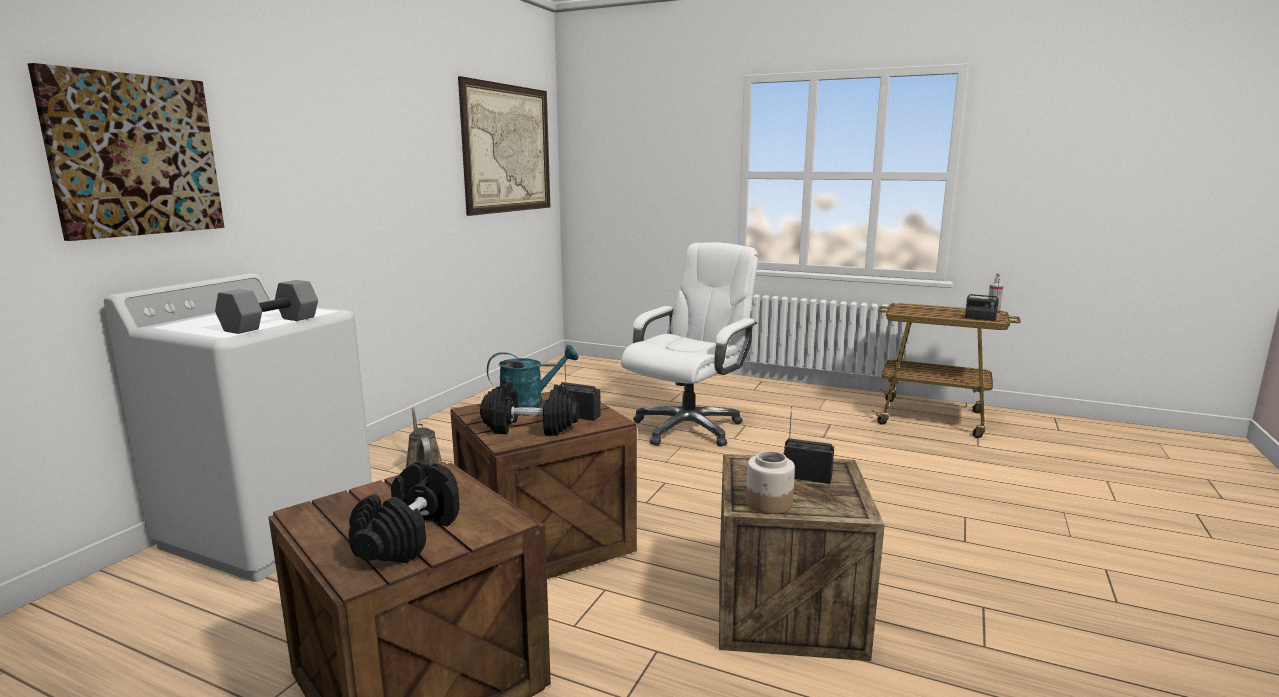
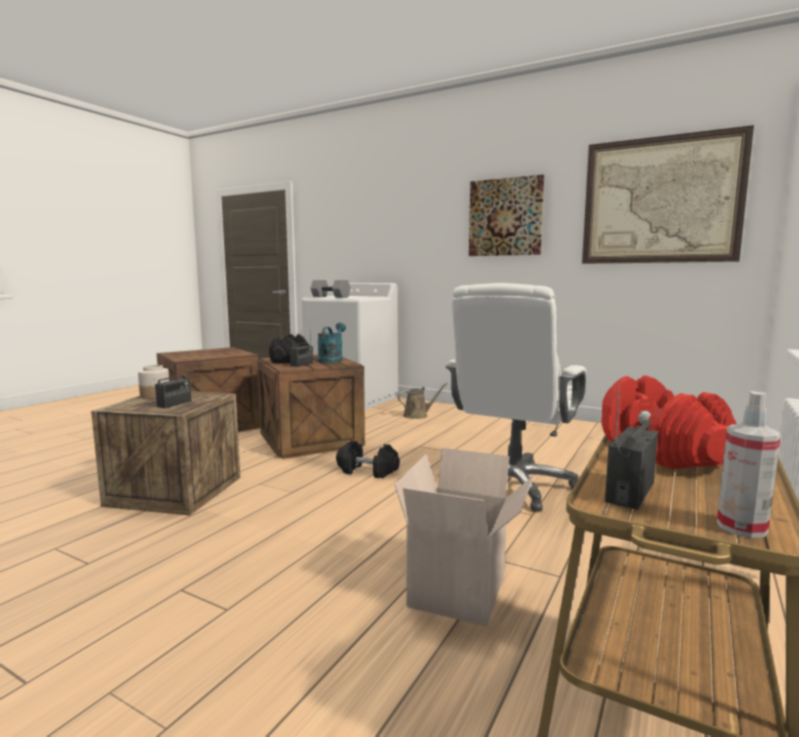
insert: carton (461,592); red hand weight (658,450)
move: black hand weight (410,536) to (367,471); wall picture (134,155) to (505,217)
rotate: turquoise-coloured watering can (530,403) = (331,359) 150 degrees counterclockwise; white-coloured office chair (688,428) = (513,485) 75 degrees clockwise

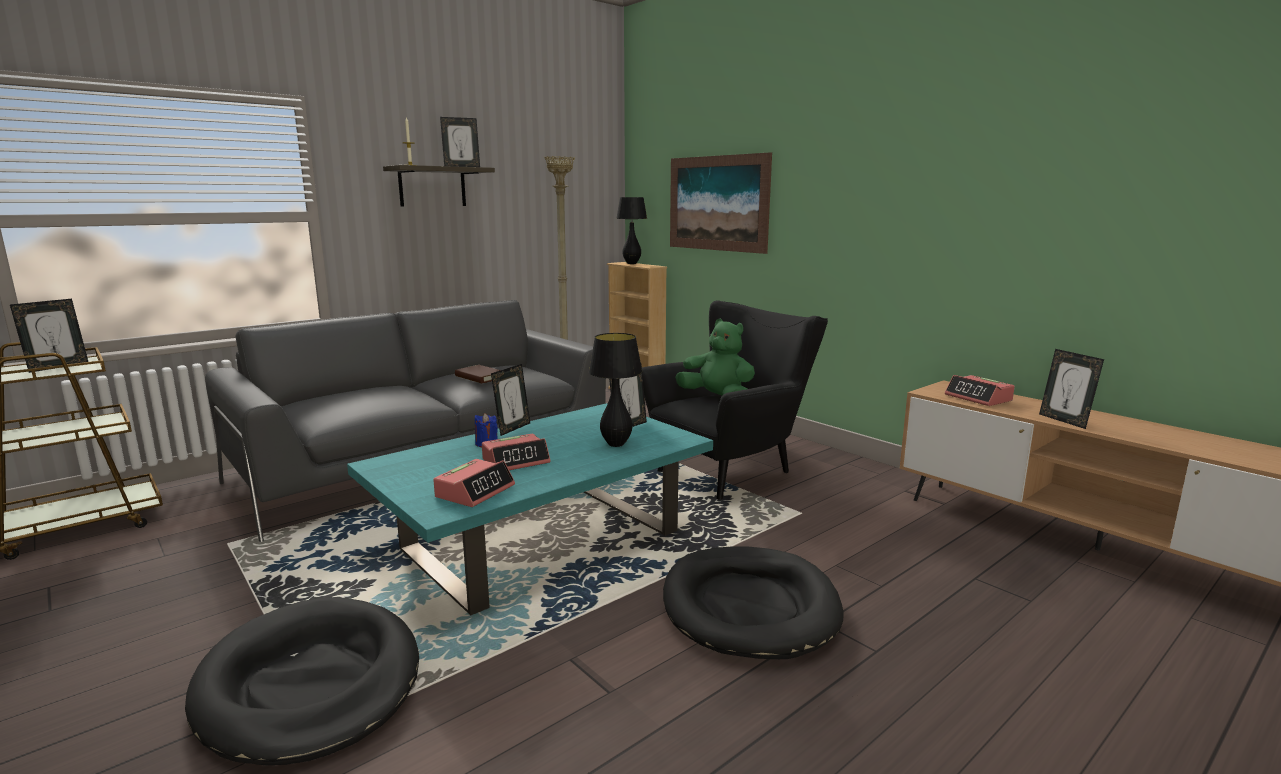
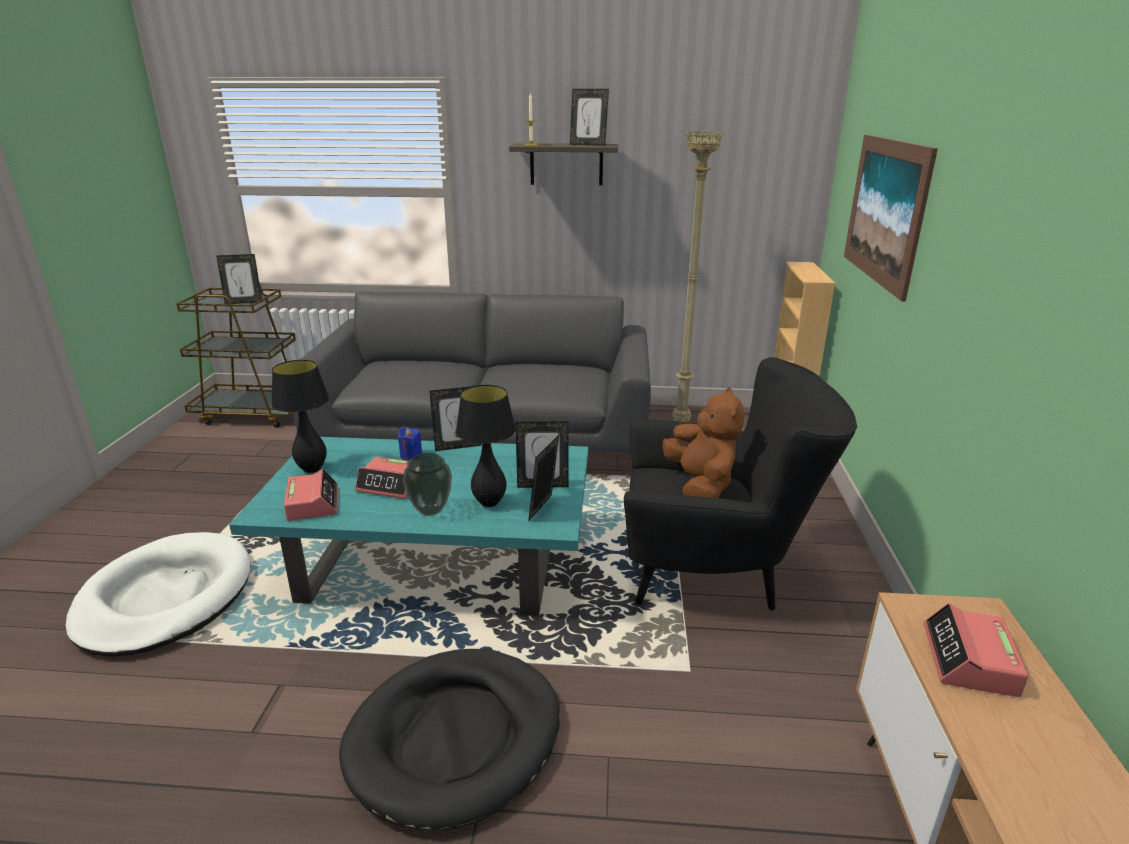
delete: brown book (480,377)
insert: vase (431,510)
move: black table lamp (632,263) to (312,469); photo frame (1064,421) to (544,509)
recolor: black dog bed (310,684) to white-coloured dog bed (165,598); green-coloured cuddly toy (717,399) to brown cuddly toy (700,486)
rotate: alarm clock (475,491) = (313,503) 90 degrees counterclockwise

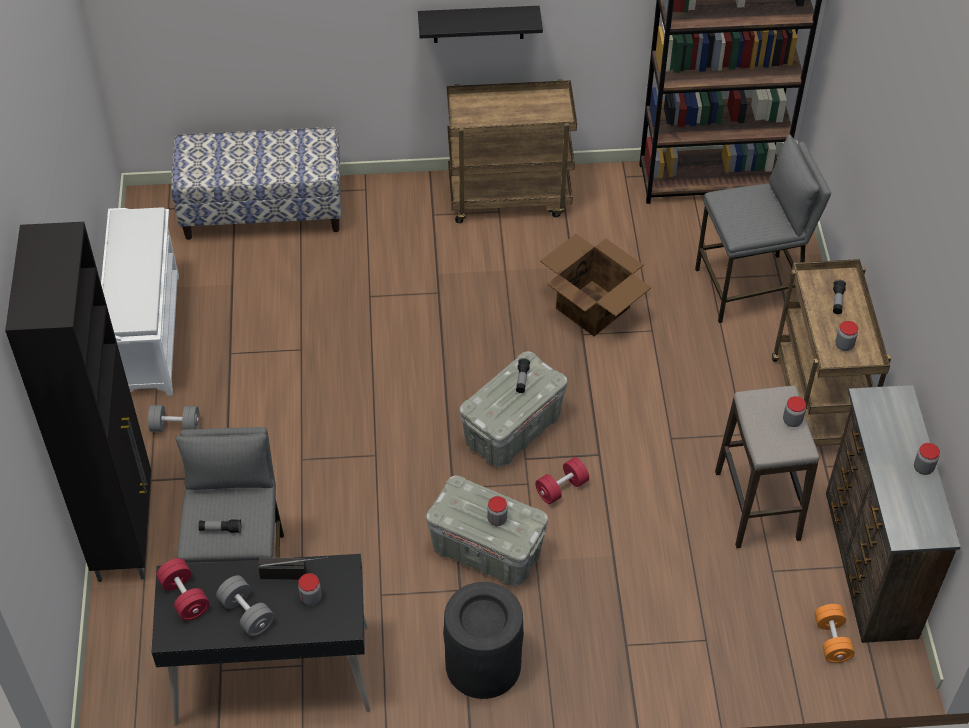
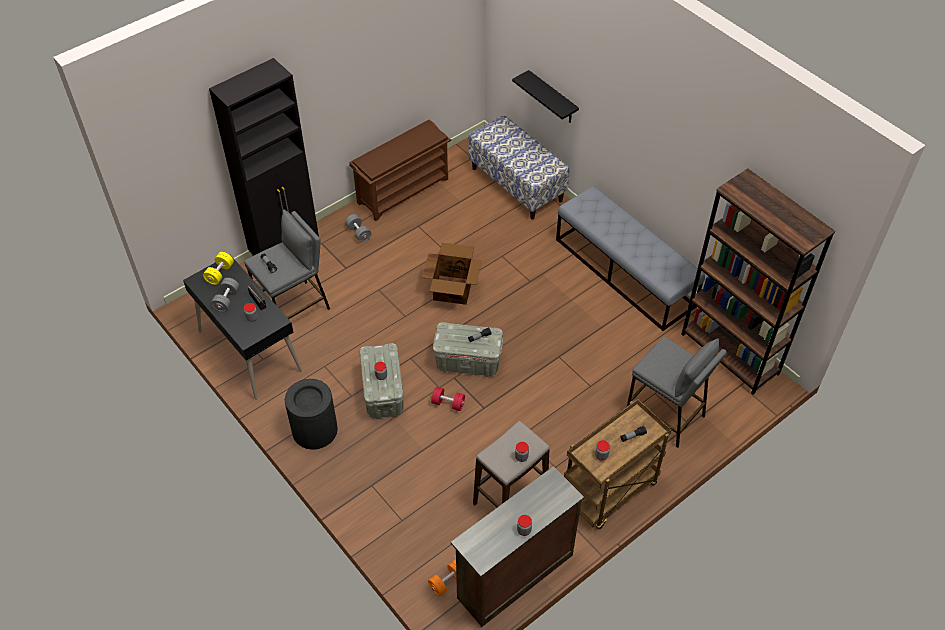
move: carton (592,307) to (453,289); black shelf (478,24) to (552,98)
replace: brown trolley (510,197) to gray bench (625,273)
recolor: red hand weight (185,597) to yellow-coloured hand weight (220,273); white-coloured shoe stand (147,333) to brown shoe stand (403,190)

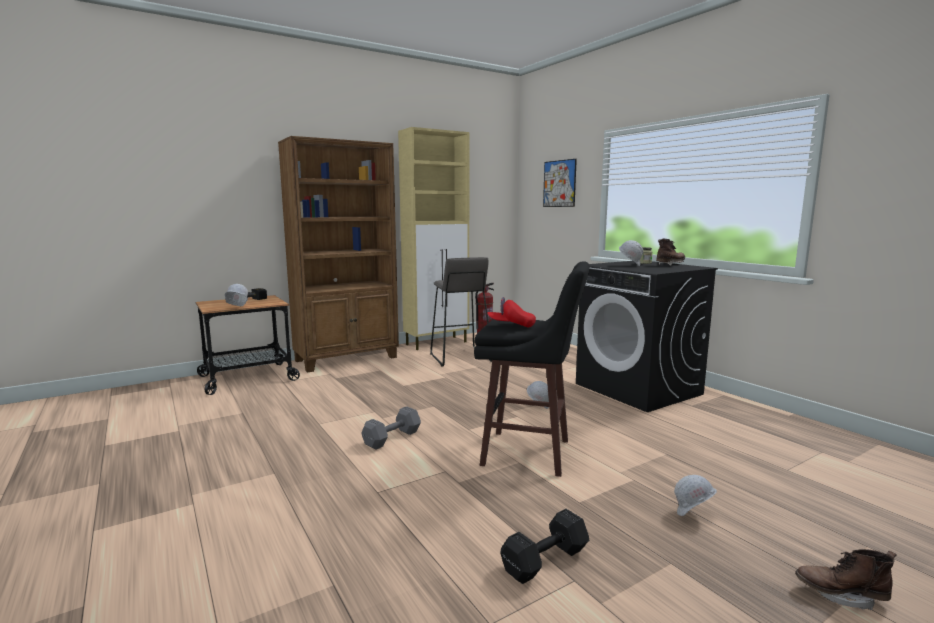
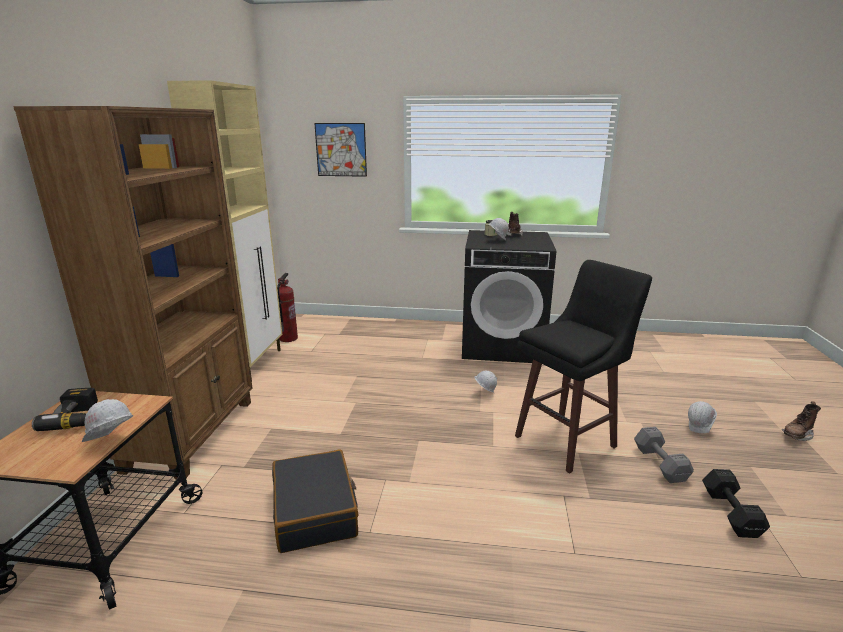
delete: gray stool (459,357); red cap (511,325)
insert: black travel case (315,511)
move: gray hand weight (390,438) to (660,465)

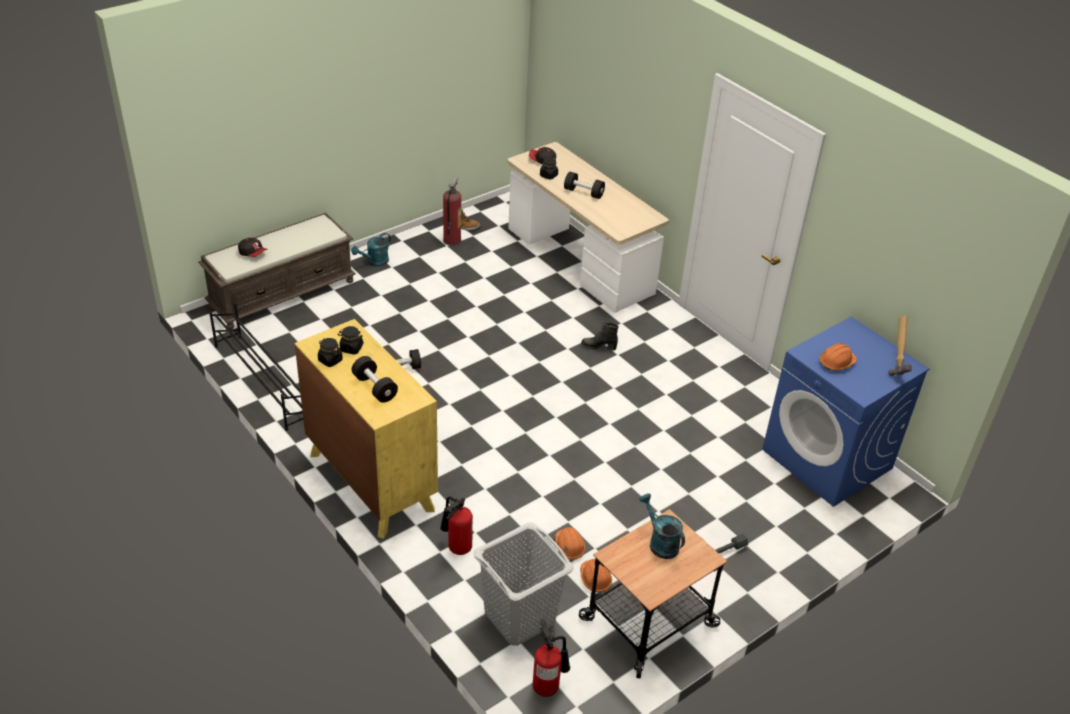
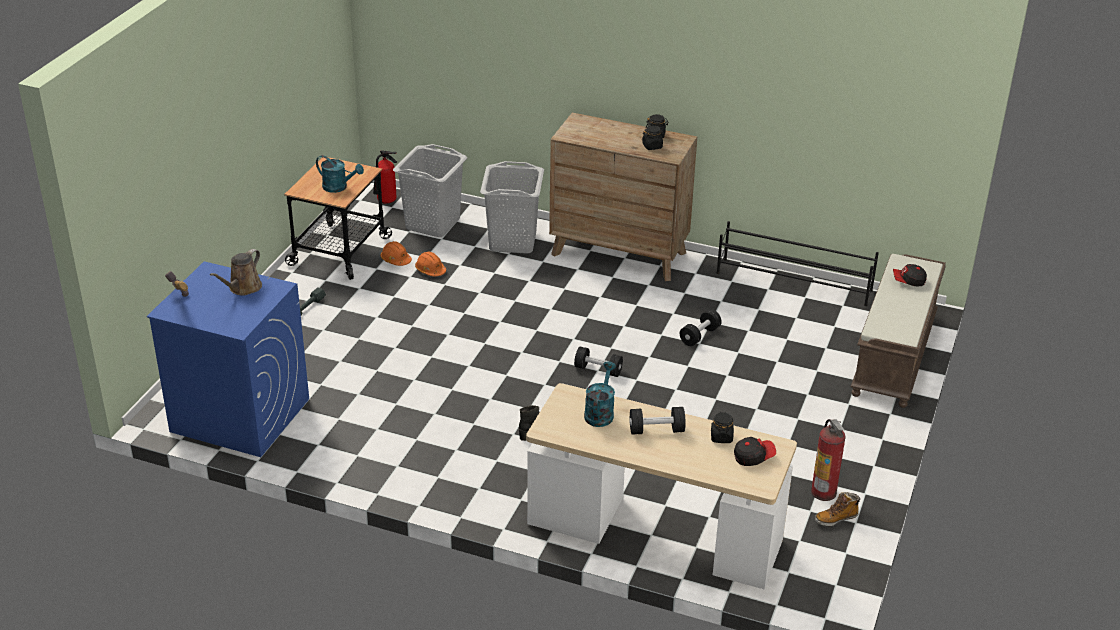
move: black hand weight (375,387) to (598,370); turquoise-coloured watering can (374,262) to (600,412)
replace: orange work helmet (836,363) to brown watering can (243,288); fire-fighting cylinder (456,547) to gray laundry basket (513,241)
recolor: yellow-coloured dresser (370,481) to brown dresser (619,253)

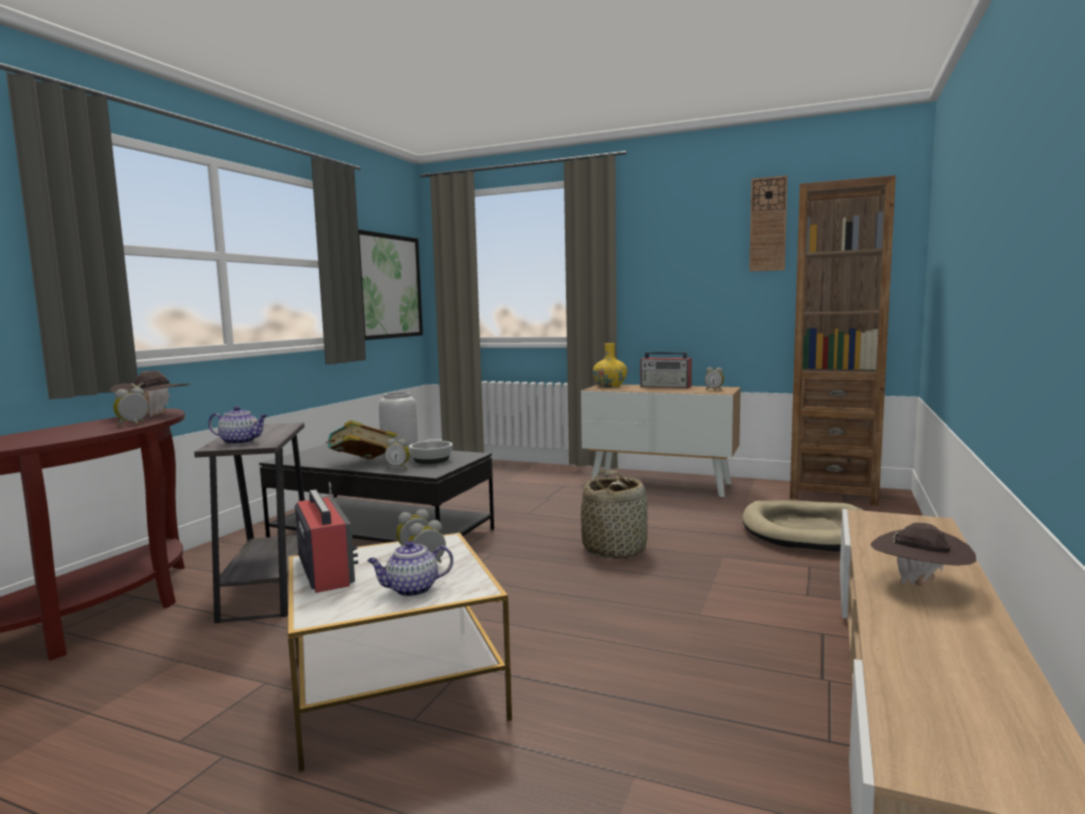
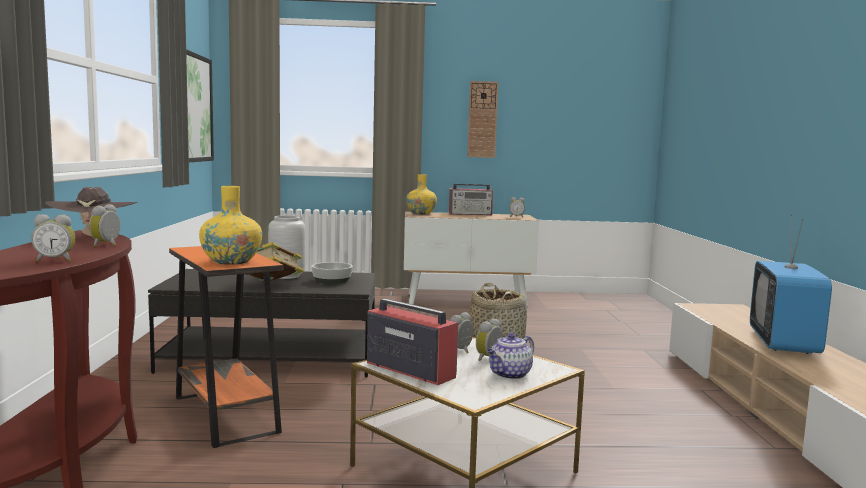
delete: beige dog bed (807,531); brown bookshelf (832,493)
move: alarm clock (398,467) to (55,260); wall clock (768,224) to (482,119)
replace: teapot (241,442) to yellow-coloured vase (231,261); brown hat (920,585) to TV (784,343)
recolor: gray end table (268,590) to orange end table (225,414)

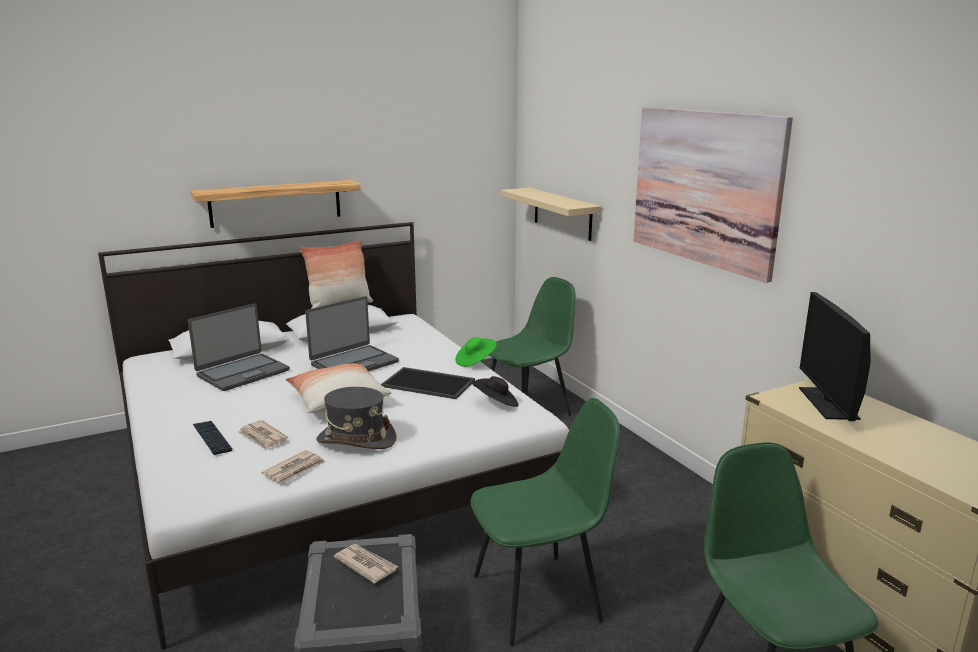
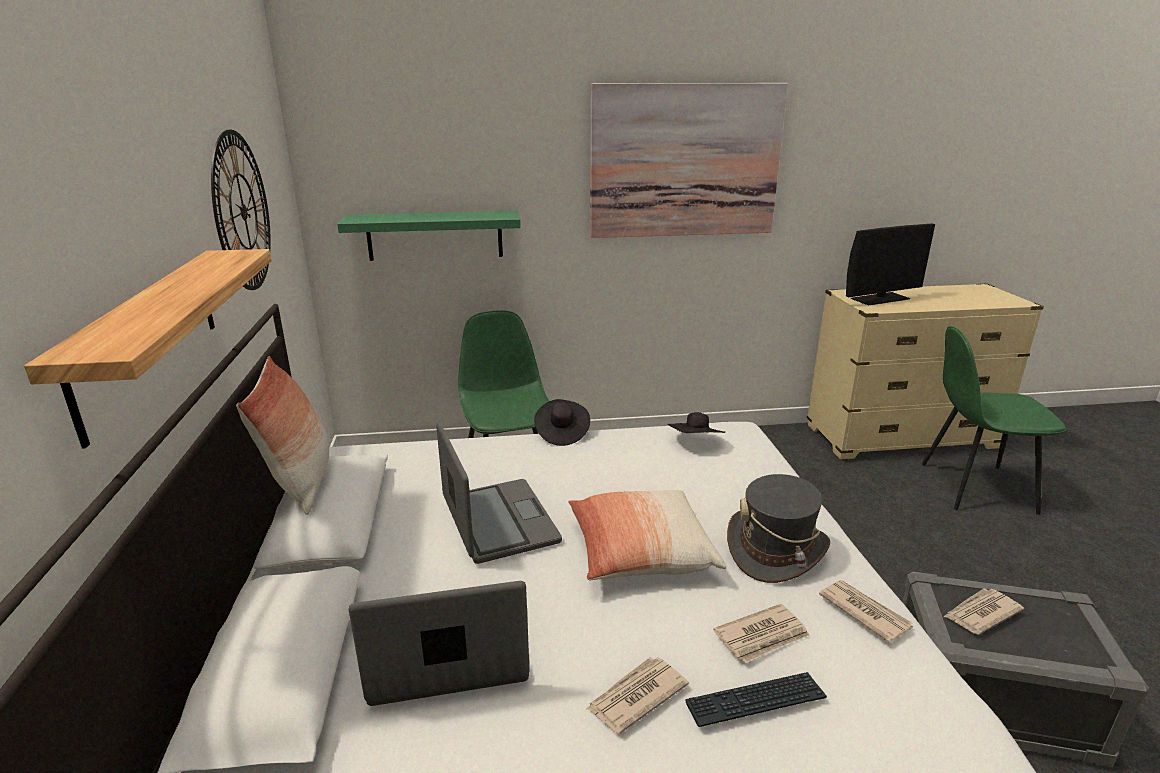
delete: tray (429,383); green-coloured upright chair (539,597)
insert: wall clock (243,212); daily paper (635,696)
recolor: beige shelf (562,213) to green-coloured shelf (435,235); green-coloured hat (475,361) to black hat (561,433)
rotate: portable computer (242,373) = (448,654) 75 degrees counterclockwise; monitor (828,403) = (880,299) 45 degrees counterclockwise

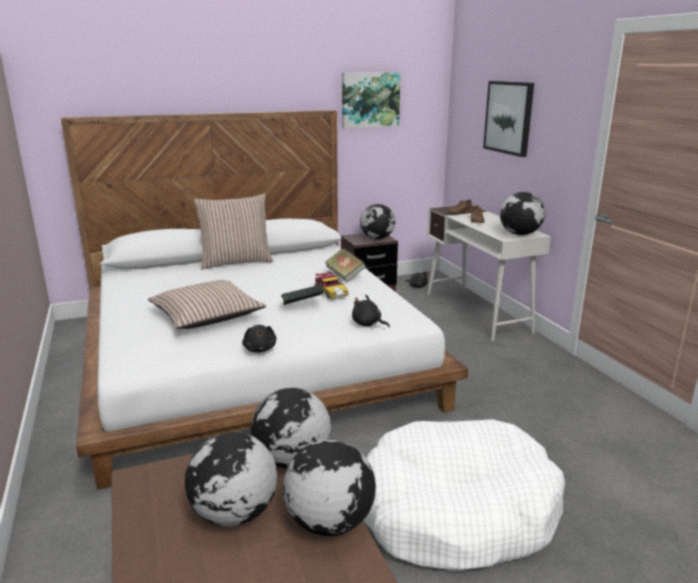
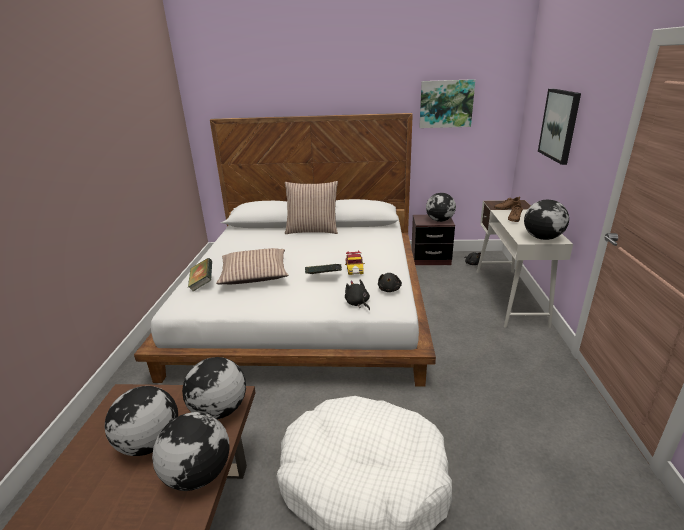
move: book (345,276) to (202,283); black cuddly toy (260,349) to (389,289)

